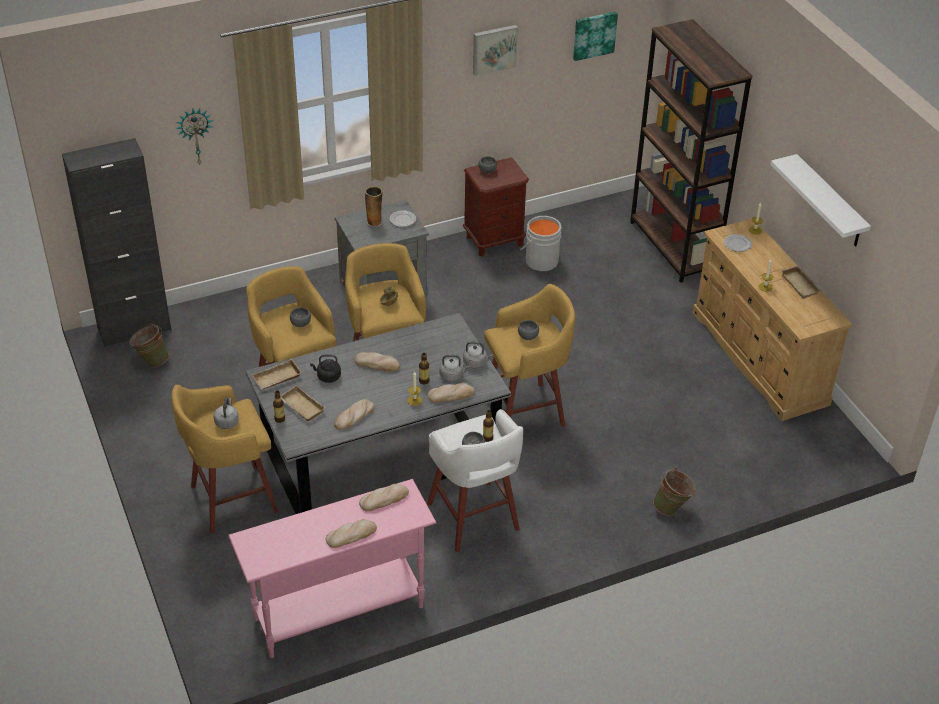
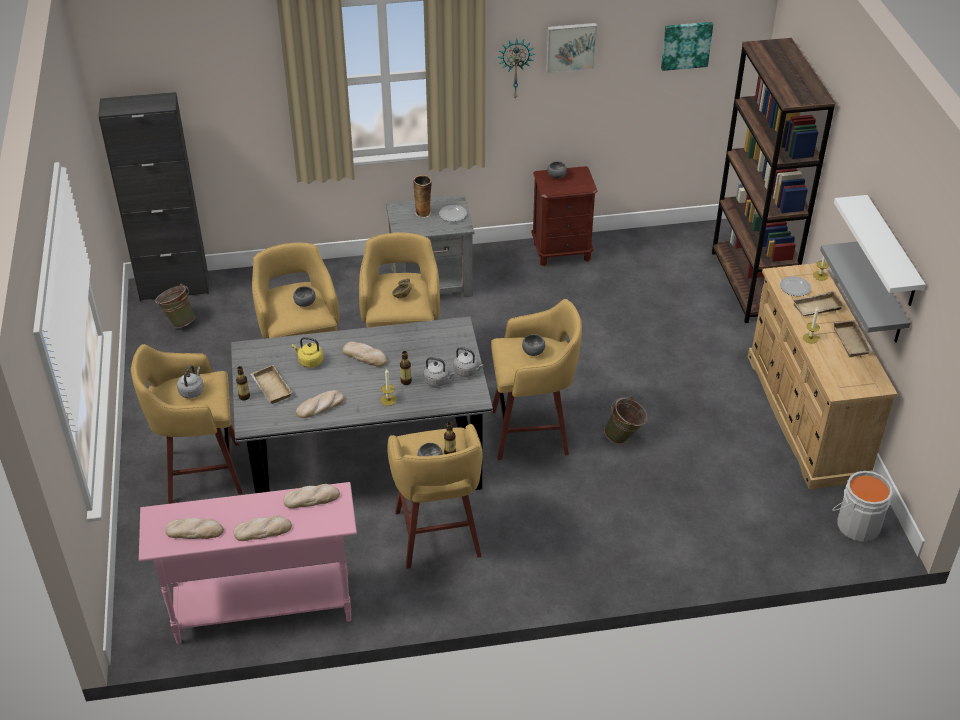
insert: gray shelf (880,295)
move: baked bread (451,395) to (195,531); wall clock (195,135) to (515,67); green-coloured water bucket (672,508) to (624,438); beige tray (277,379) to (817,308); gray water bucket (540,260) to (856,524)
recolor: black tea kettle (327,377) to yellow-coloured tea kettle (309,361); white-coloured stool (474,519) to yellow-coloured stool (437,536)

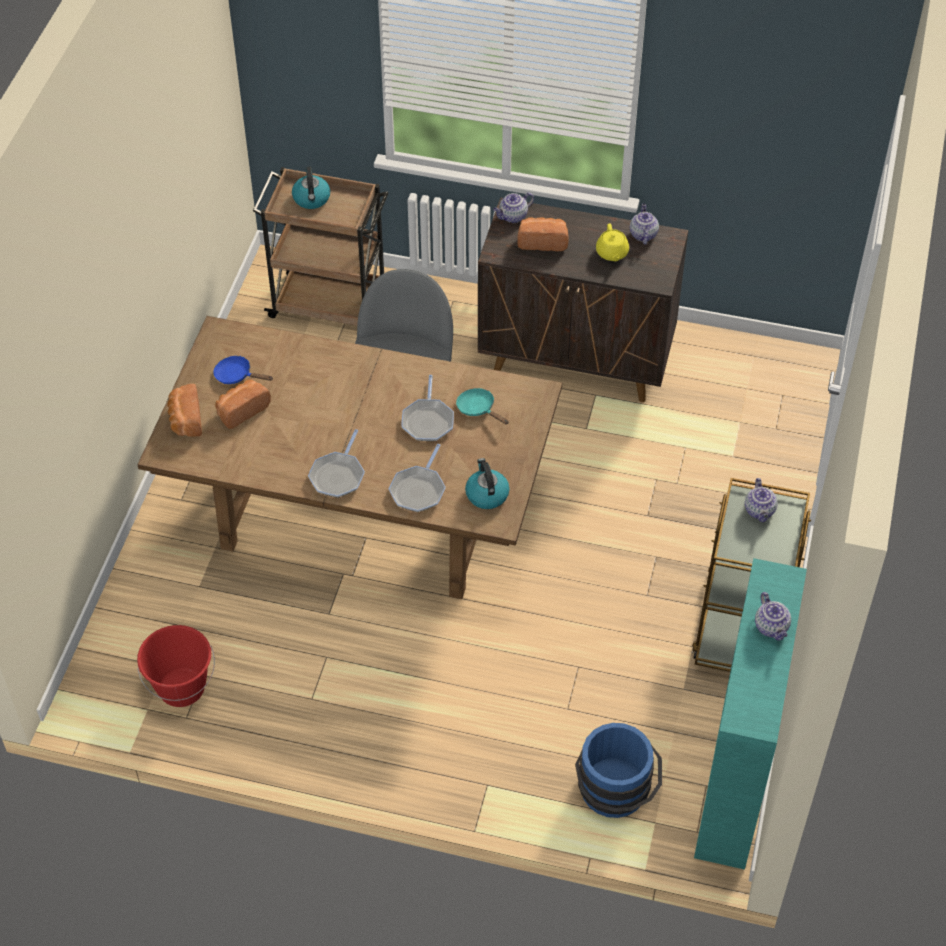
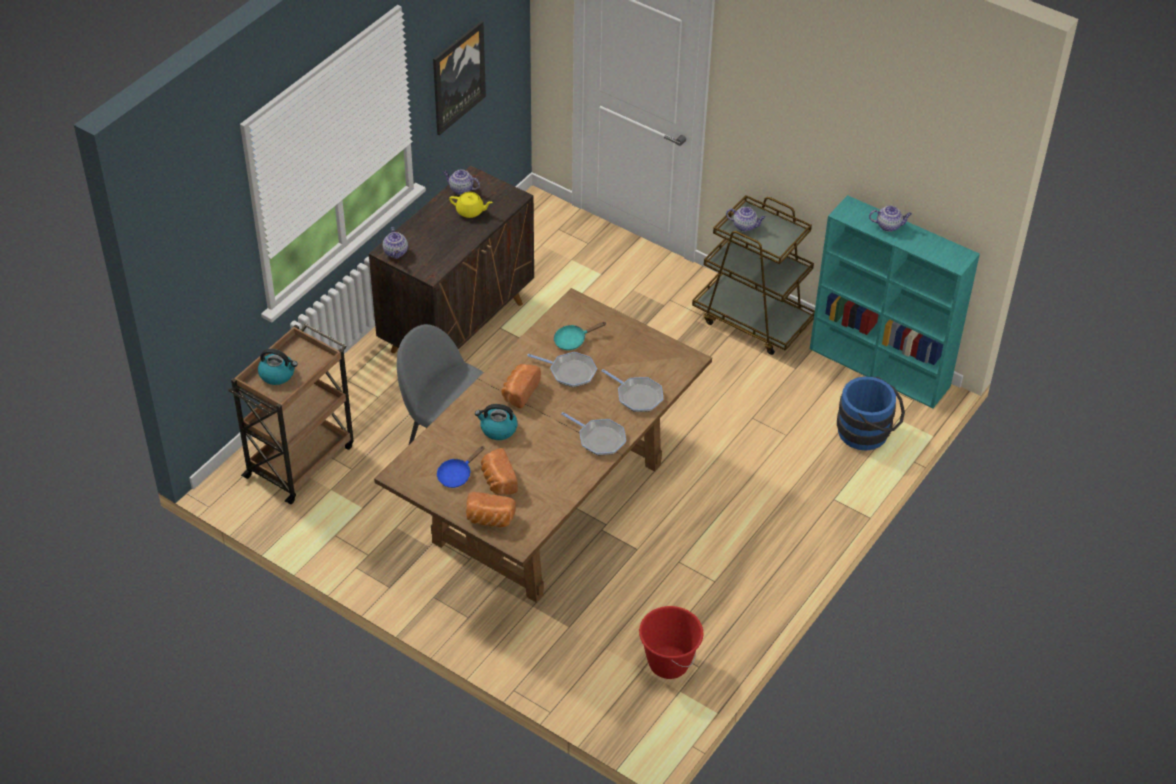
insert: wall picture (457,77)
move: tea kettle (486,494) to (498,429); baked bread (542,241) to (519,392)

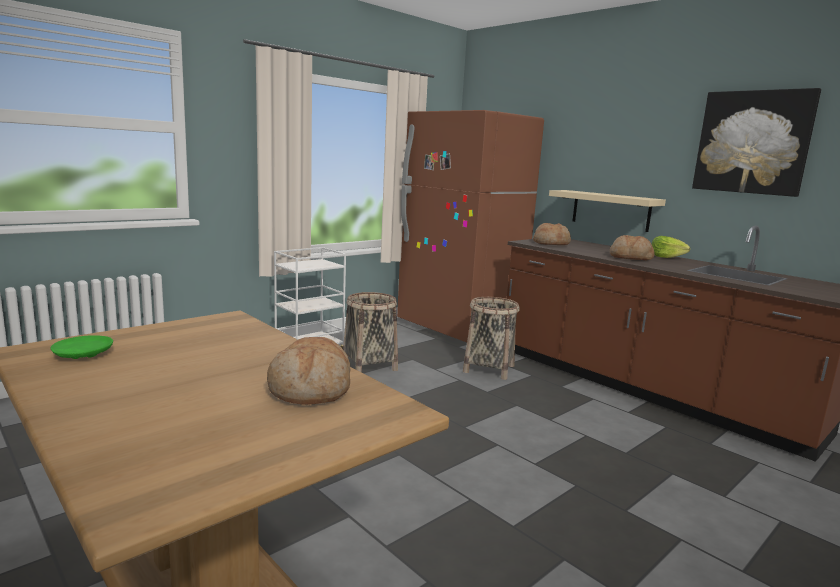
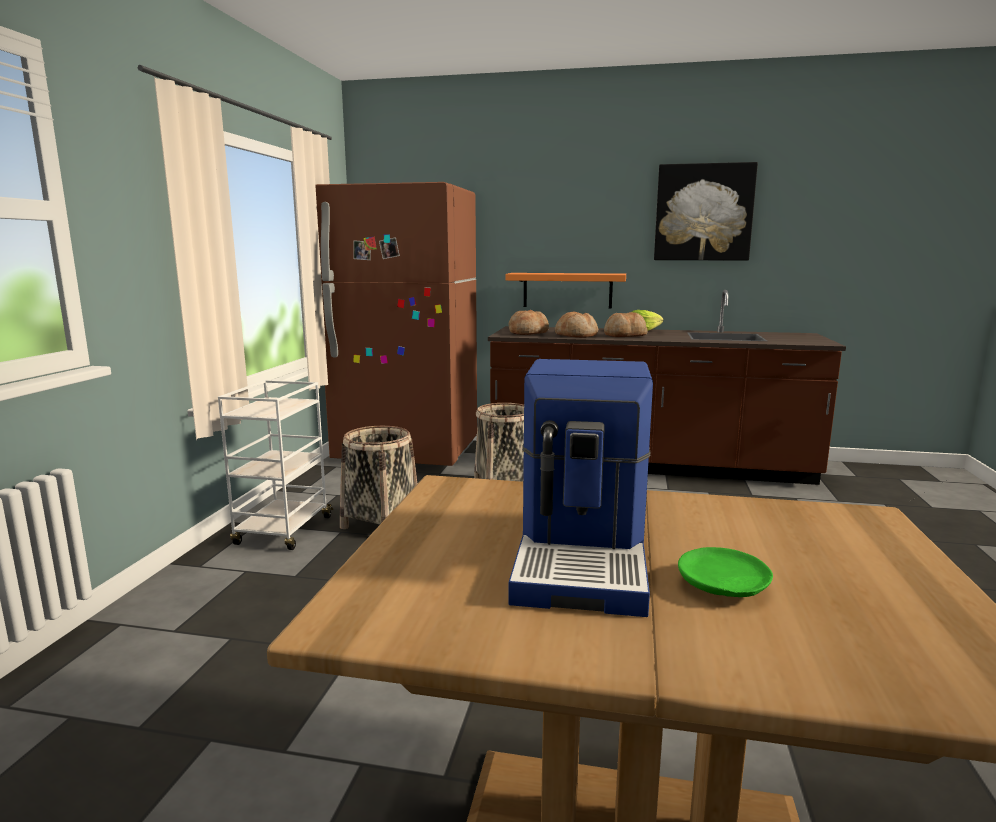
insert: coffee machine (585,556)
move: baked bread (311,389) to (576,335); green-coloured plate (82,355) to (722,586)
recolor: beige shelf (610,210) to orange shelf (567,290)

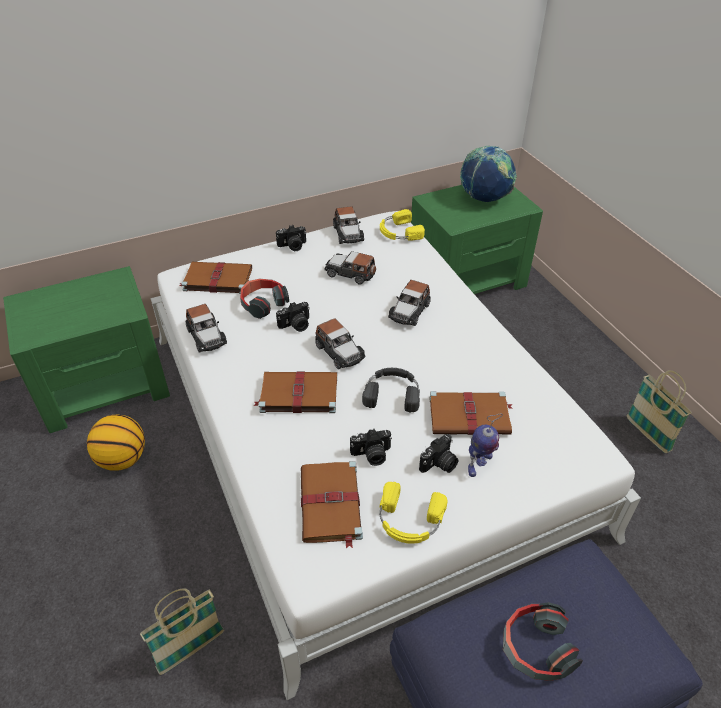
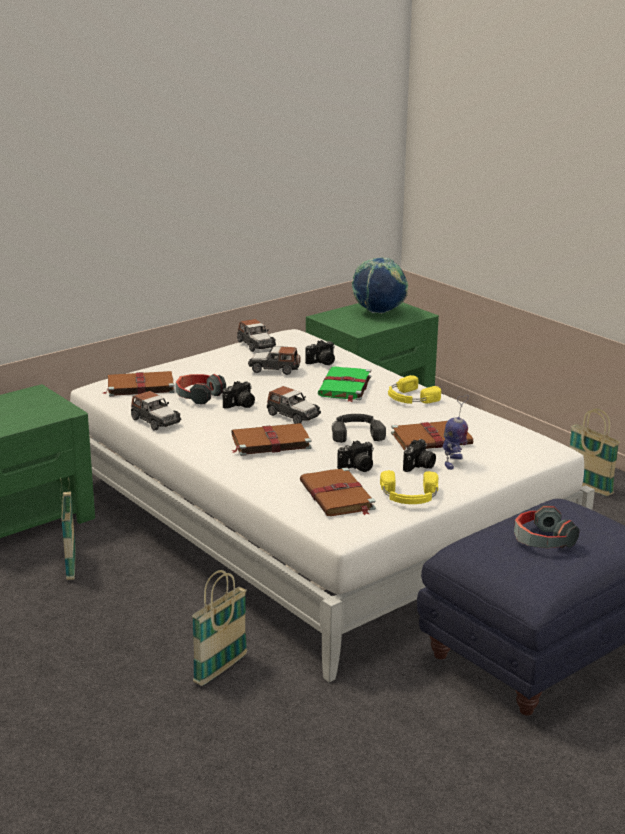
move: photo camera (292,246) to (322,362); yellow-coloured headset (399,232) to (410,398)
replace: basketball (122,459) to household basket (71,565); model car (409,311) to green-coloured book (345,387)

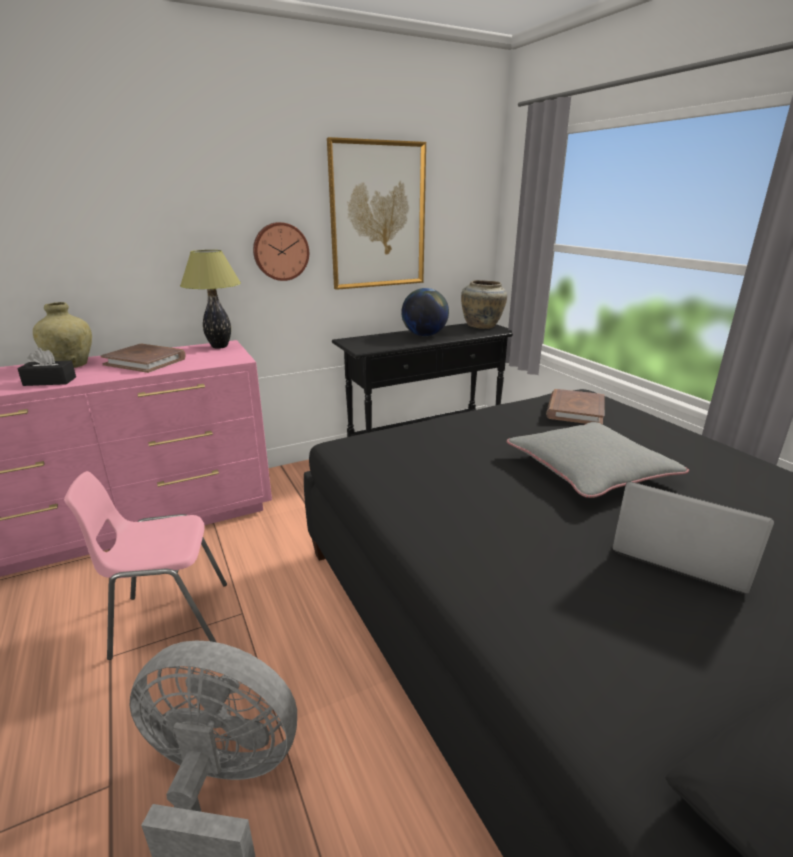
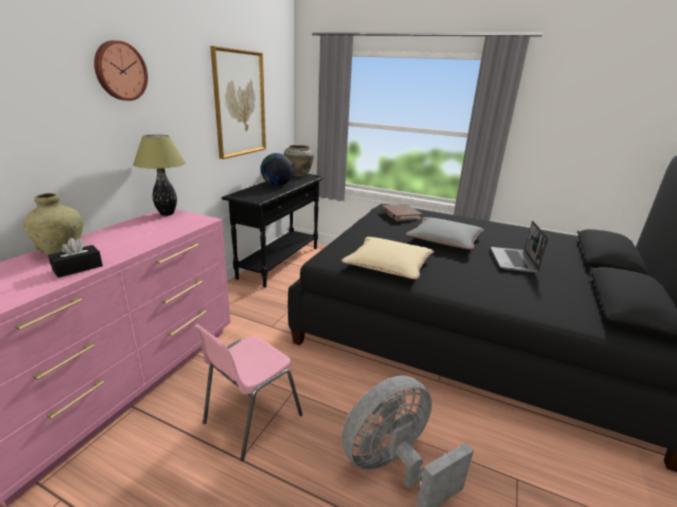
delete: brown book (145,361)
insert: beige pillow (388,264)
move: wall clock (280,251) to (120,71)
rotate: portable computer (678,553) = (514,261) 75 degrees counterclockwise

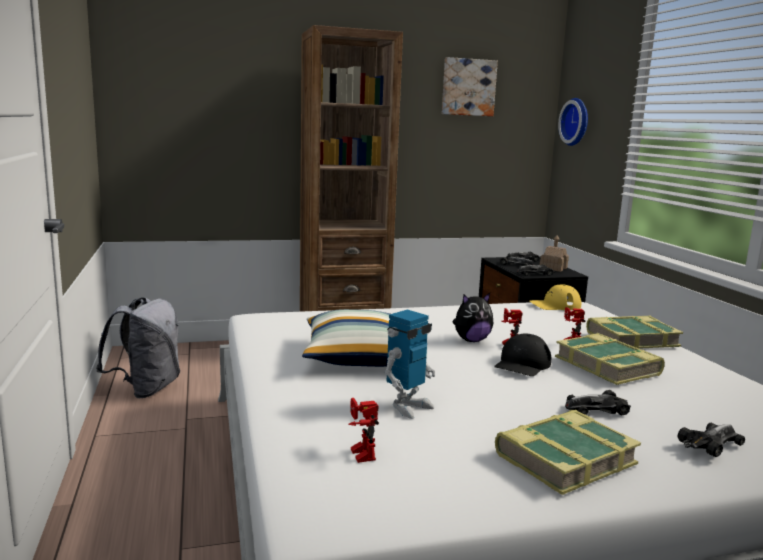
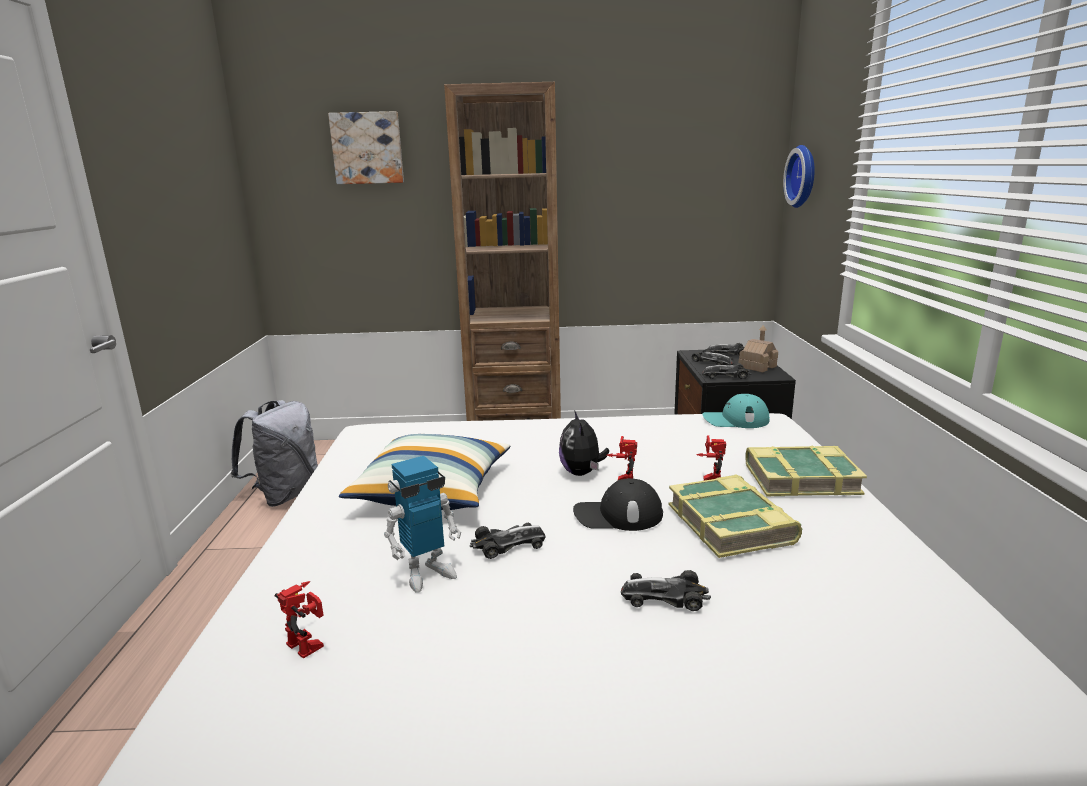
delete: book (564,459)
move: wall picture (468,87) to (367,148); model car (711,443) to (508,544)
recolor: yellow-coloured cap (555,305) to turquoise-coloured cap (735,420)
rotate: robot figure (358,454) = (310,644) 135 degrees clockwise; cuddly toy (471,340) = (582,473) 90 degrees clockwise; black cap (522,364) = (617,515) 45 degrees clockwise

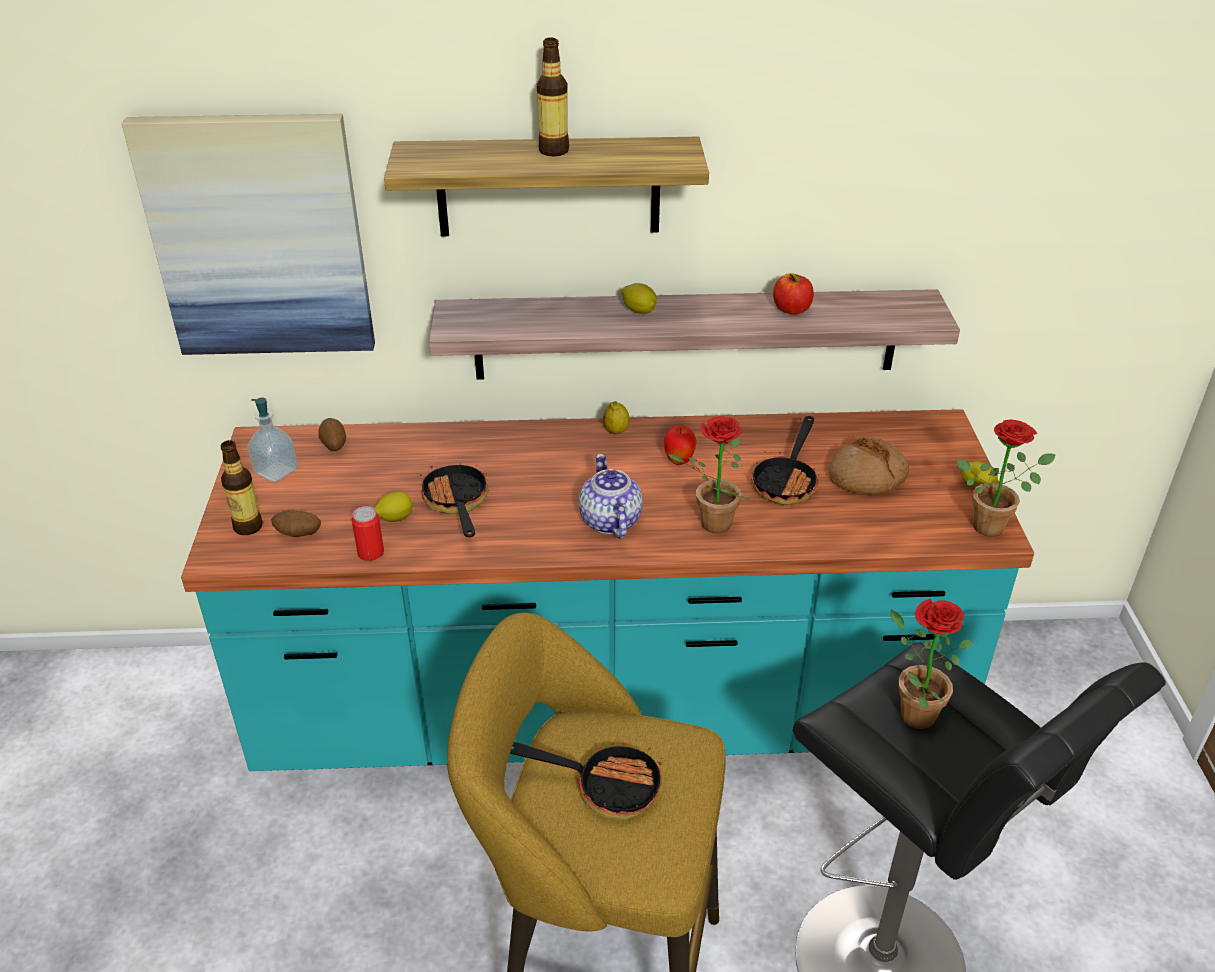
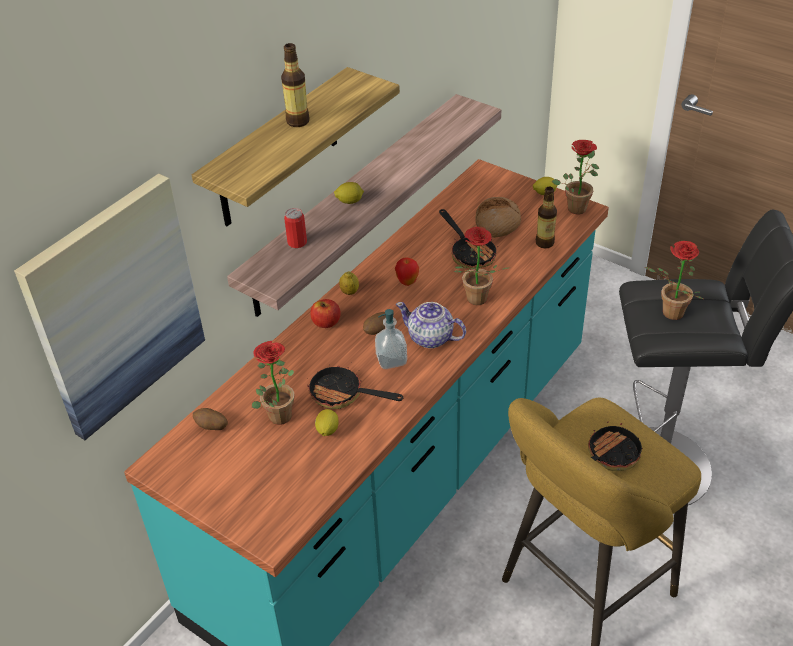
insert: houseplant (277,413)
move: sealed can (370,553) to (297,242); whole apple (791,309) to (326,322); potato (298,534) to (376,331); soap dispenser (276,471) to (391,360); drink bottle (248,527) to (544,243)

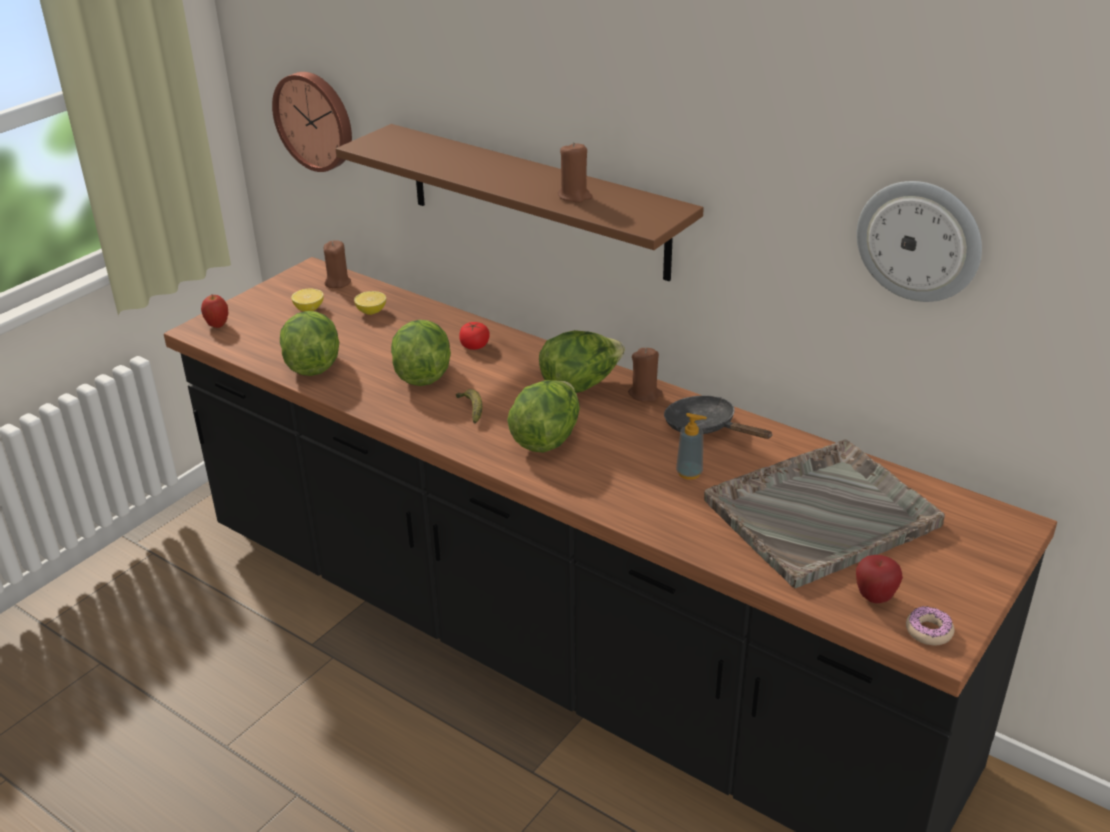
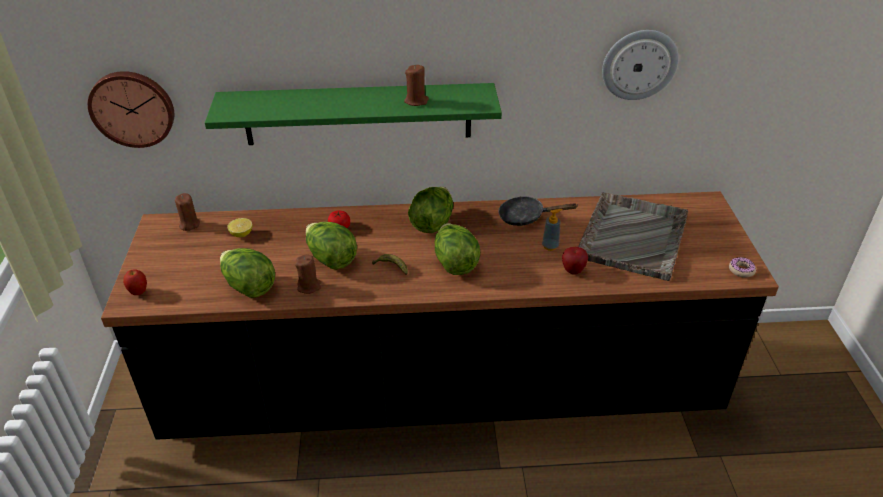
delete: lemon (309,309)
move: brown wax candle (645,394) to (309,286); whole apple (874,597) to (573,271)
recolor: brown shelf (536,201) to green-coloured shelf (358,114)

